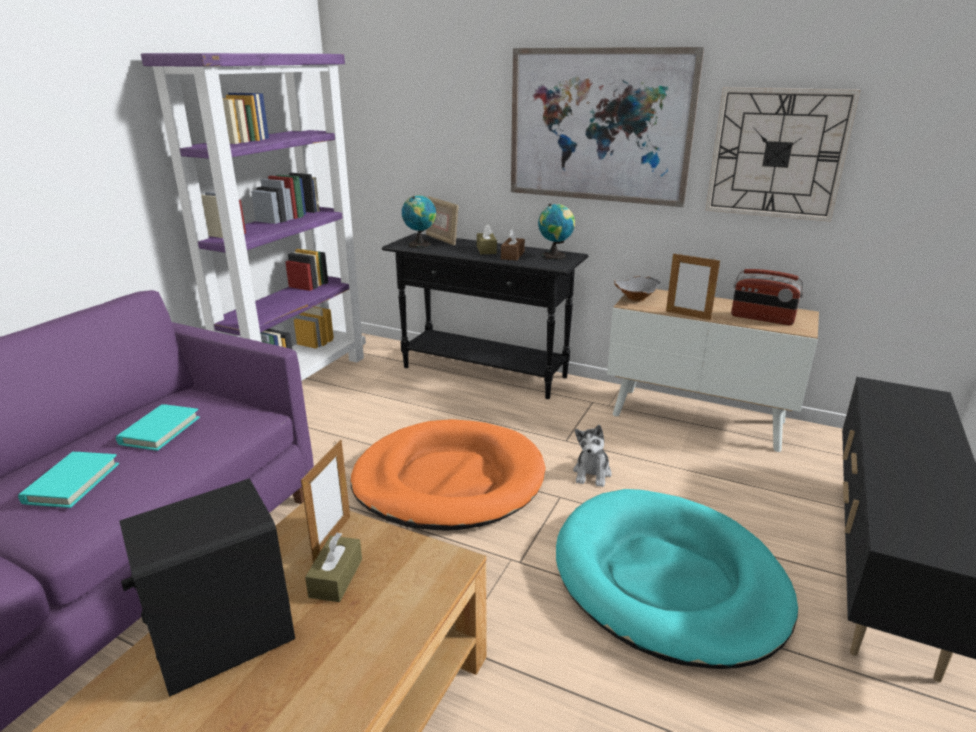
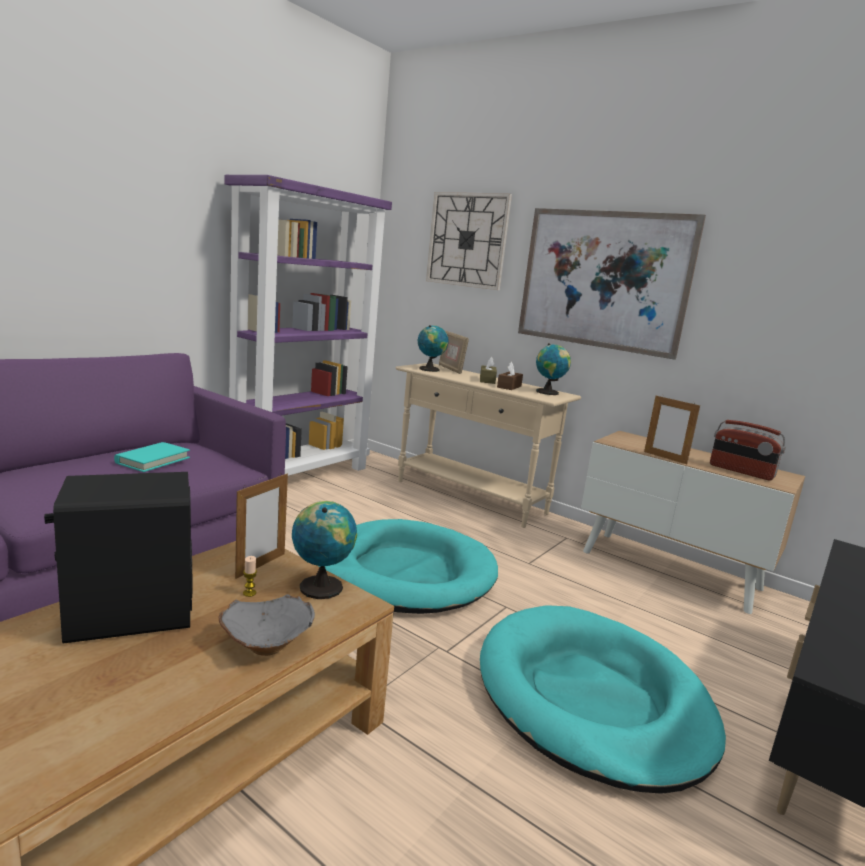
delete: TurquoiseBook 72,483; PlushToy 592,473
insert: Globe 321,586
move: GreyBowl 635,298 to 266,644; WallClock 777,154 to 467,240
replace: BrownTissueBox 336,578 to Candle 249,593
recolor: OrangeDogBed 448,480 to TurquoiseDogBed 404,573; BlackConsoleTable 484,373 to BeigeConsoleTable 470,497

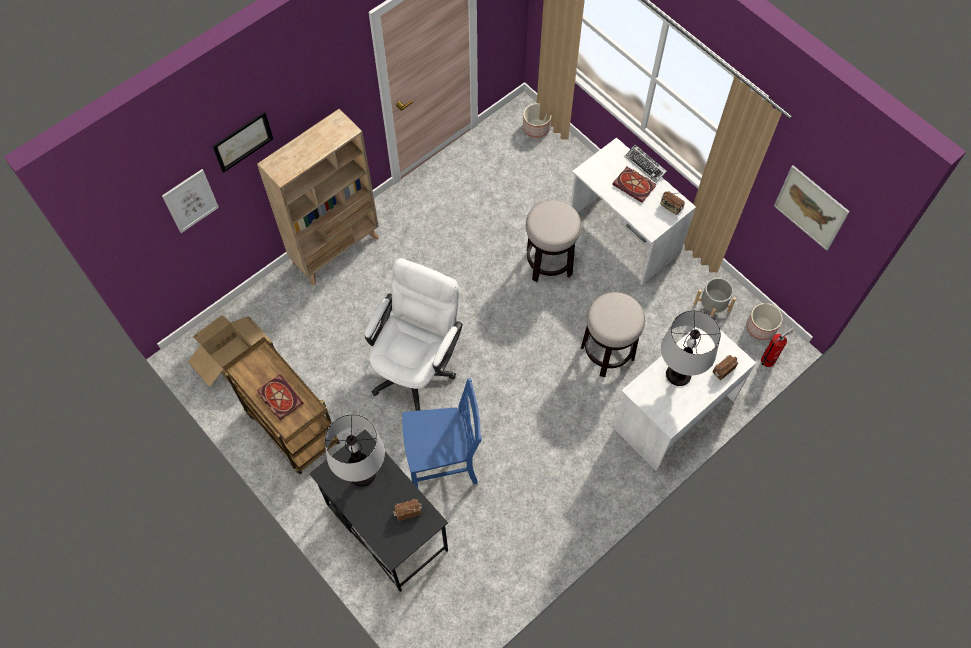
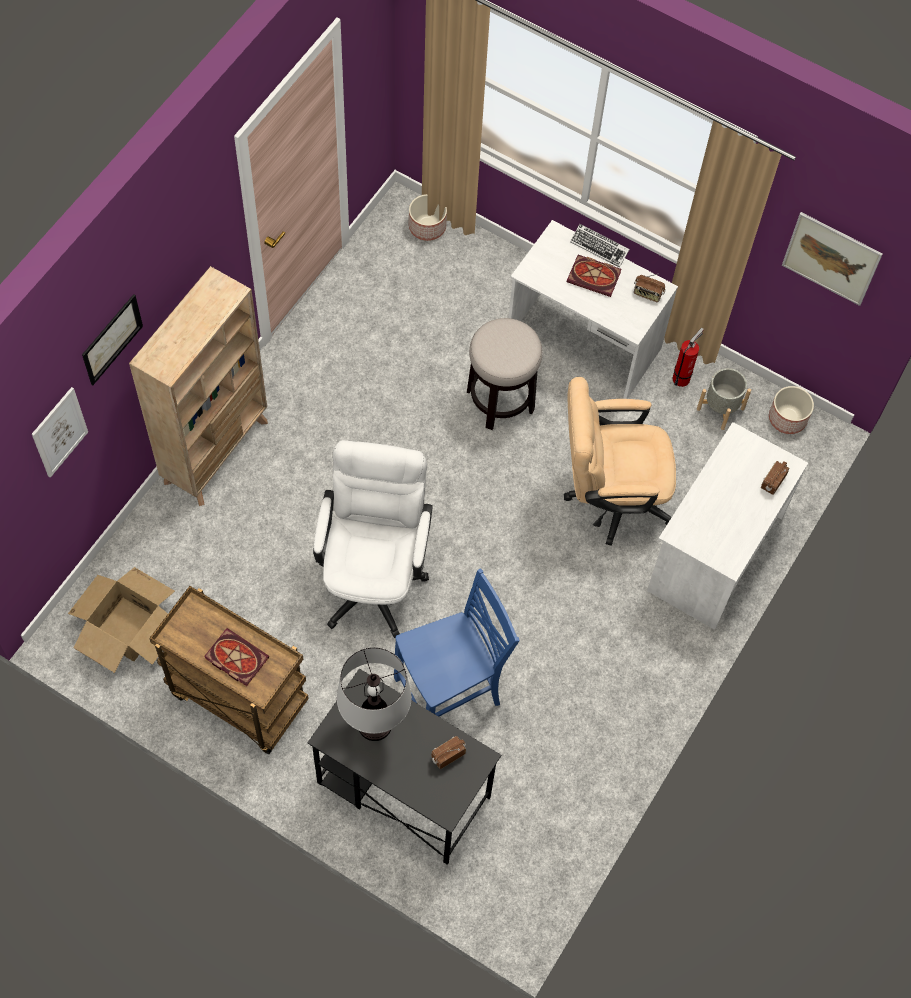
delete: TableLamp 678,374
move: FireExtinguisher 769,359 to 682,377
replace: Stool 607,352 to BeigeOfficeChair 609,497

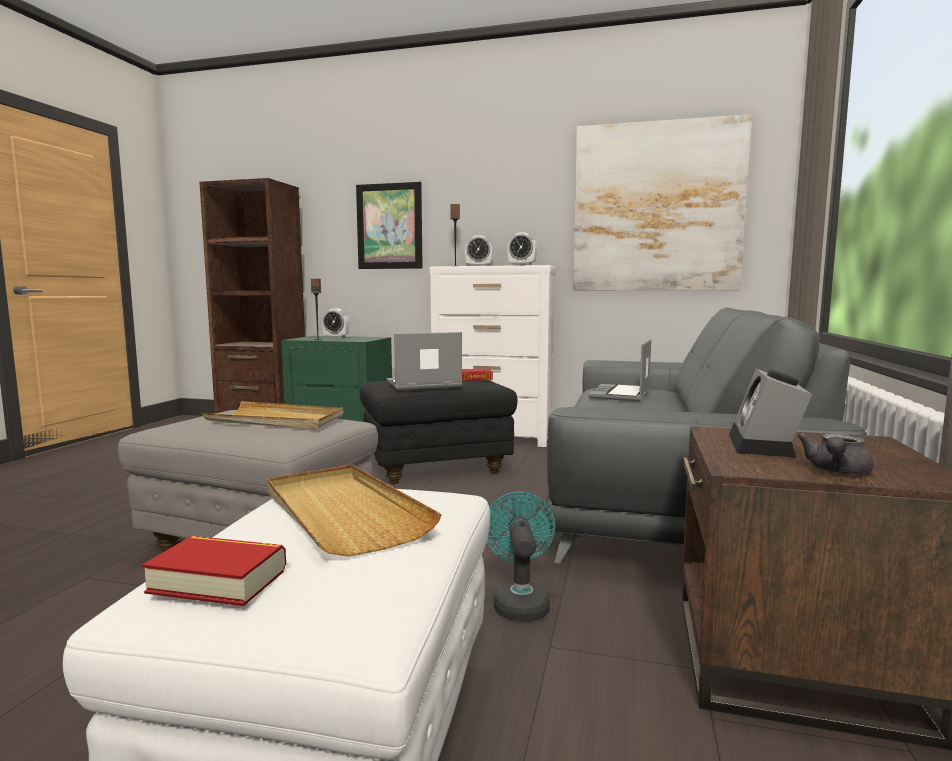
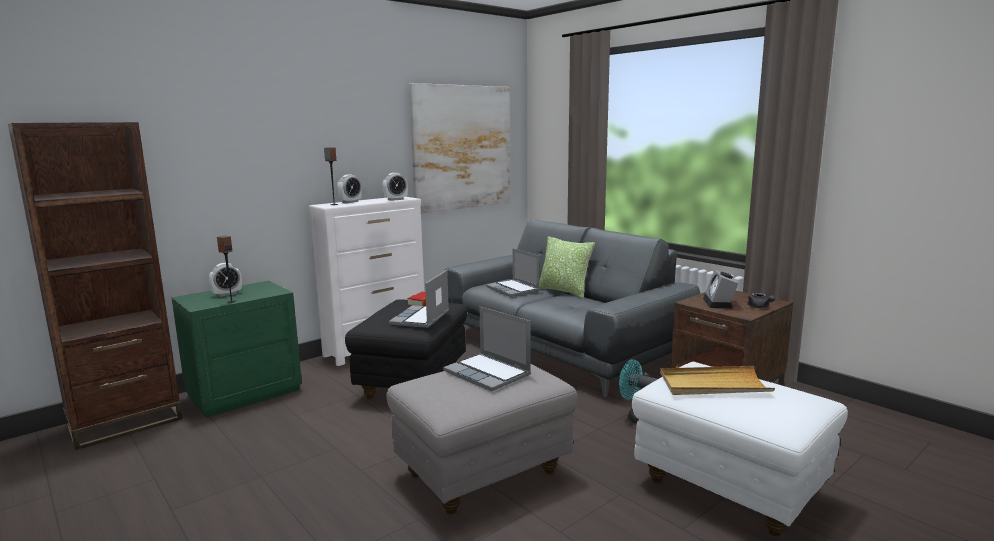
delete: Book 218,581; Picture 389,226
insert: Pillow 564,291
replace: BeigeTray 277,420 to Laptop 488,373
rotate: AlarmClock 765,446 = 719,303 45 degrees clockwise

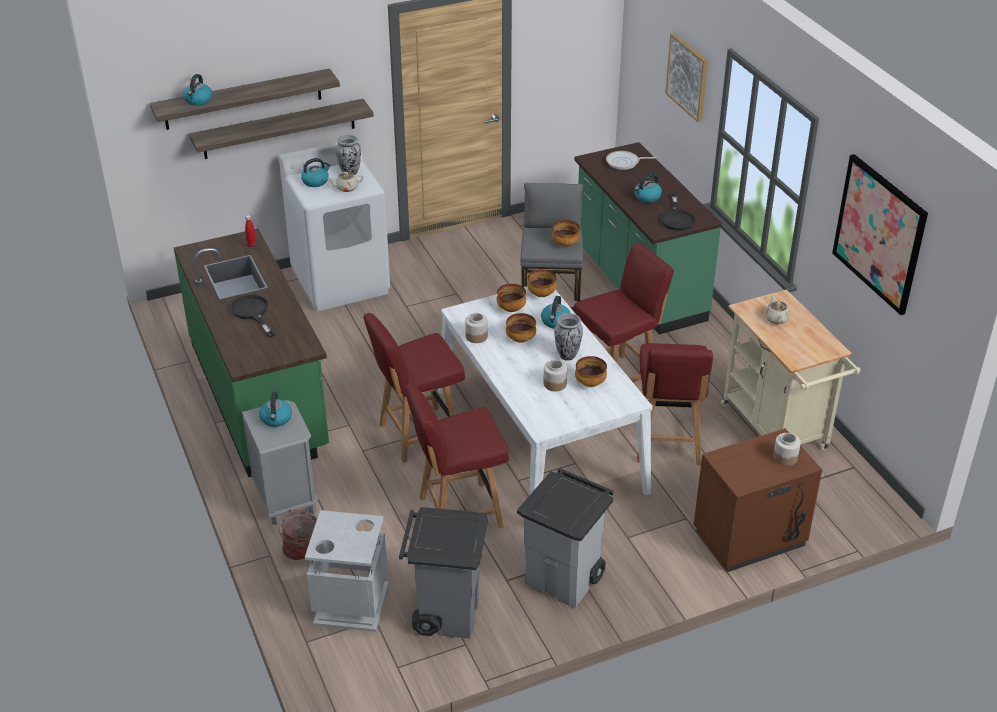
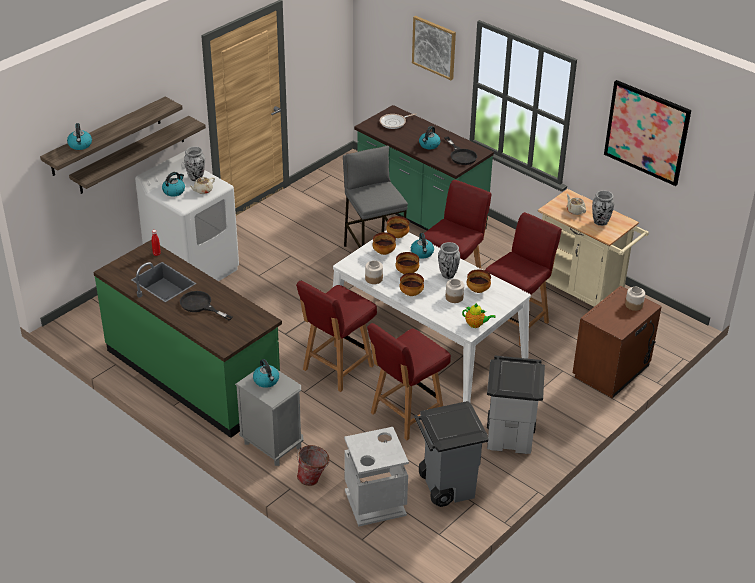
insert: Teapot 476,324; Vase 600,222
move: Bowl 565,244 to 411,293
rotate: RedChair 667,444 = 516,323 120 degrees counterclockwise

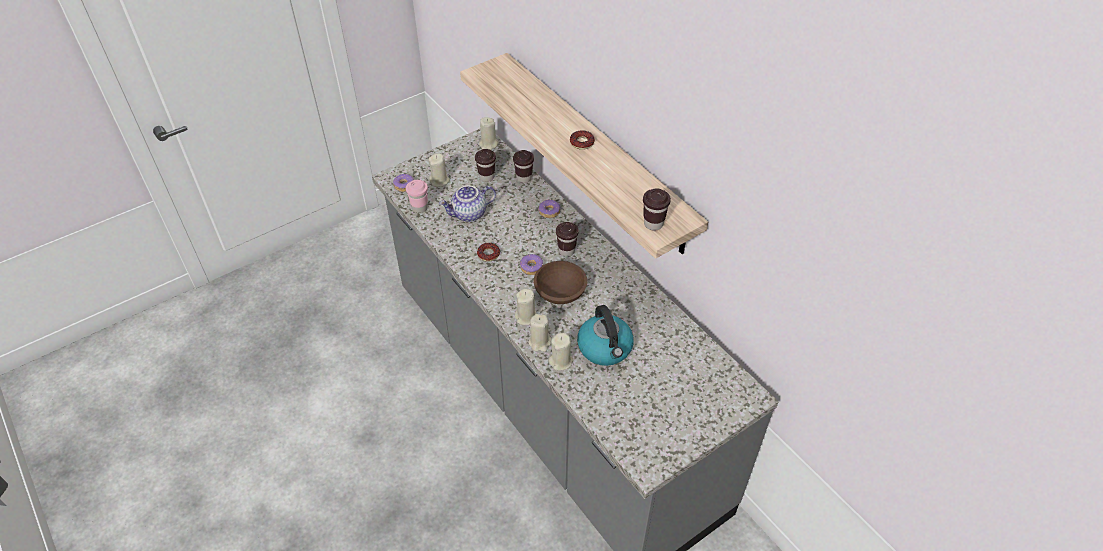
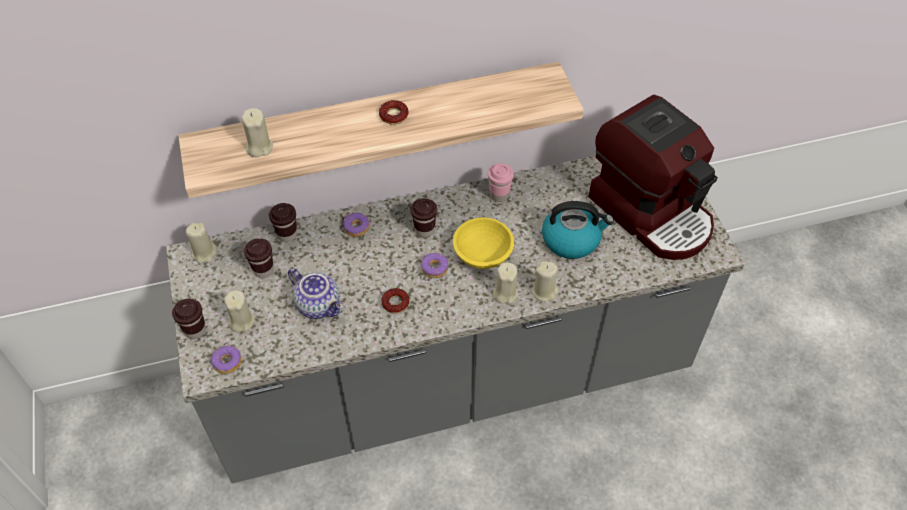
insert: CoffeeMachine 652,212
move: BrownCup 653,224 to 195,331; BeigeCandle 561,361 to 259,147; PinkCup 419,208 to 499,195
recolor: BrownBowl 560,292 to YellowBowl 481,253
rotate: Teapot 469,214 = 319,305 45 degrees counterclockwise

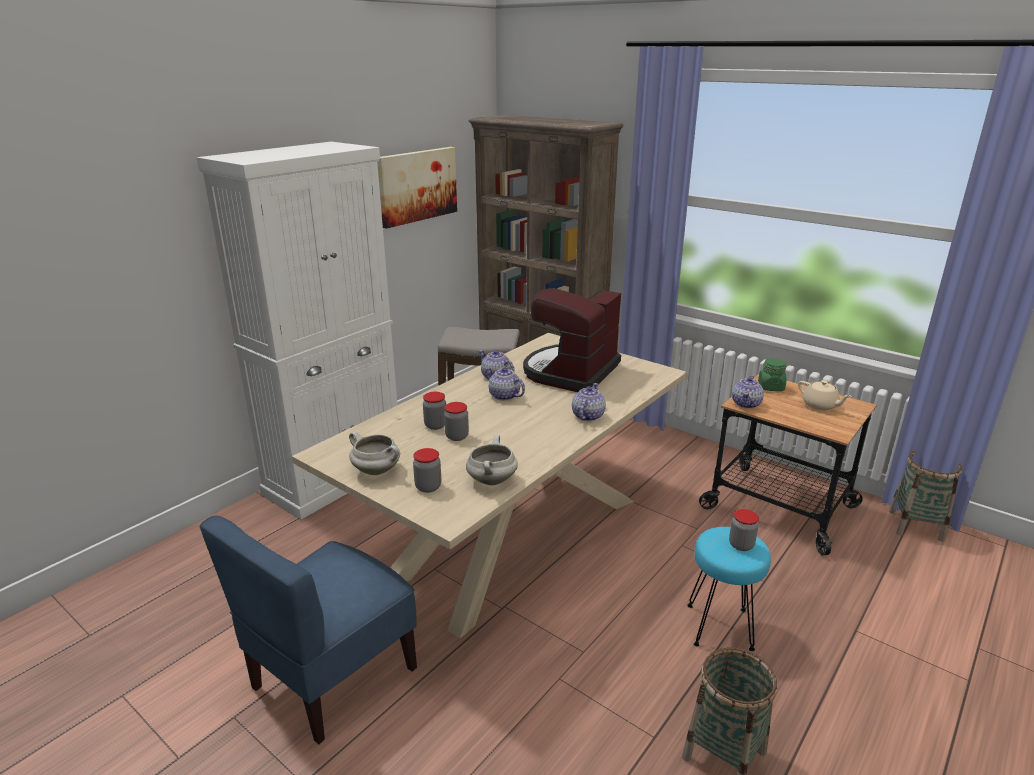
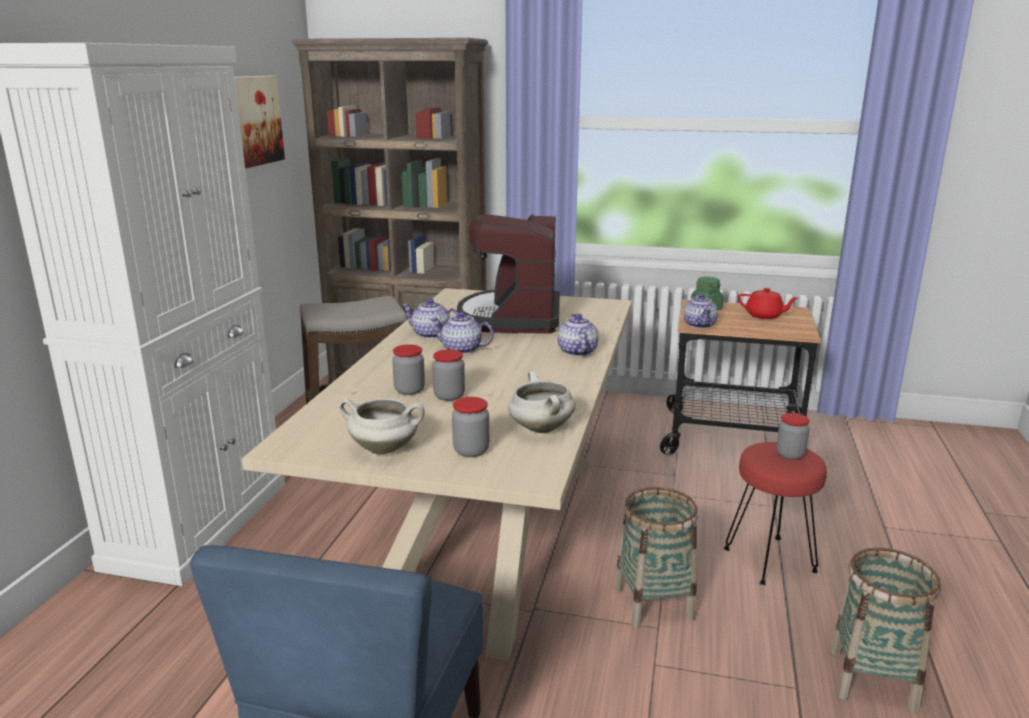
move: Basket 915,525 to 653,603
recolor: TurquoiseStool 720,626 to RedStool 769,559; BeigeTeapot 820,405 to RedTeapot 764,316

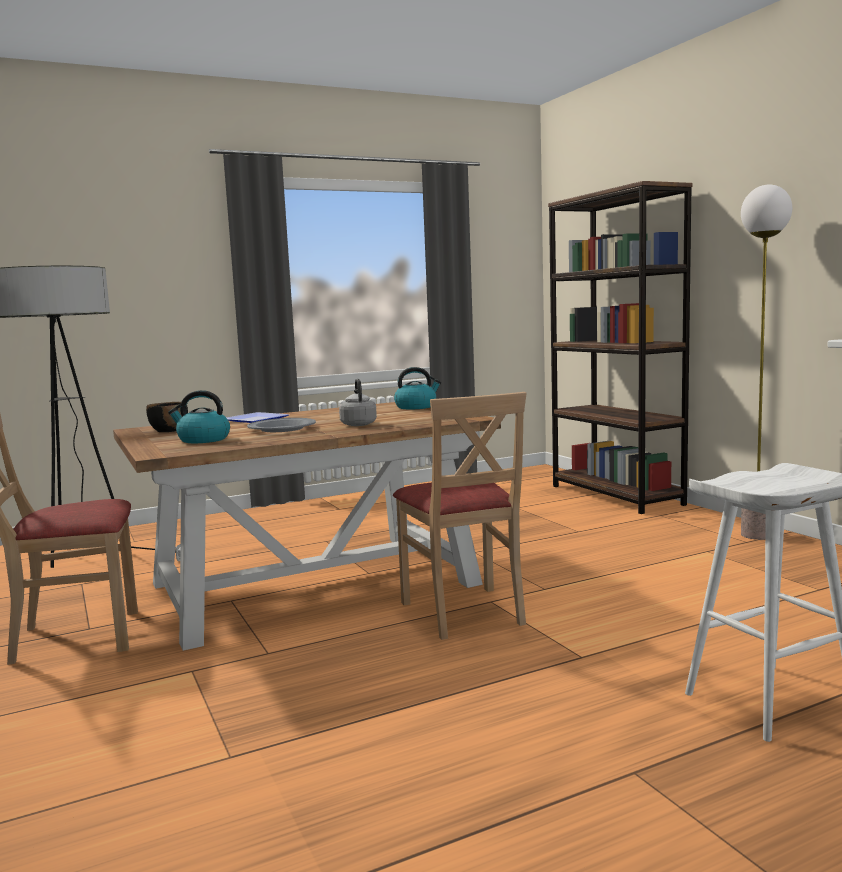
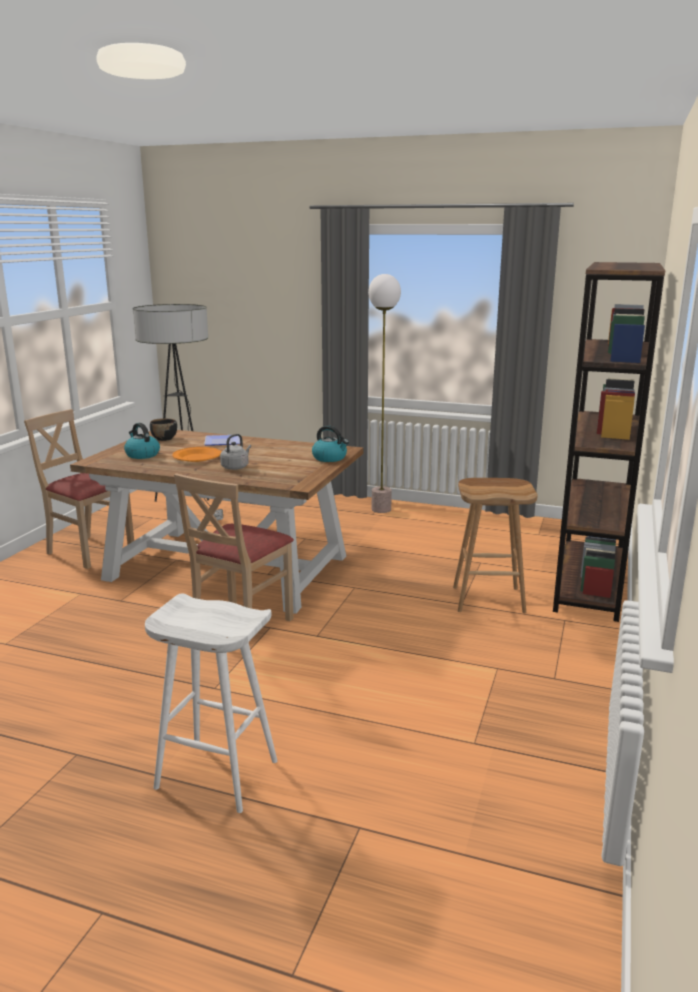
insert: BrownStool 489,599
move: FloorLamp 756,535 to 381,509
recolor: GreyPlate 281,429 to OrangePlate 197,457

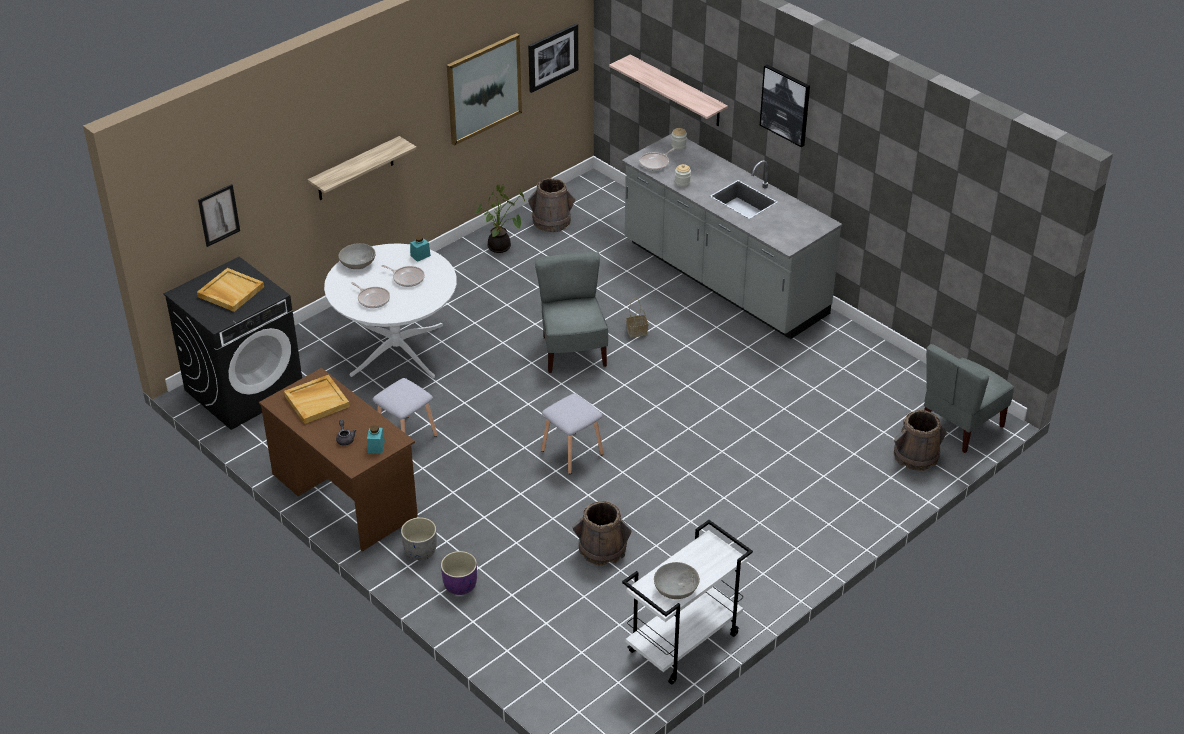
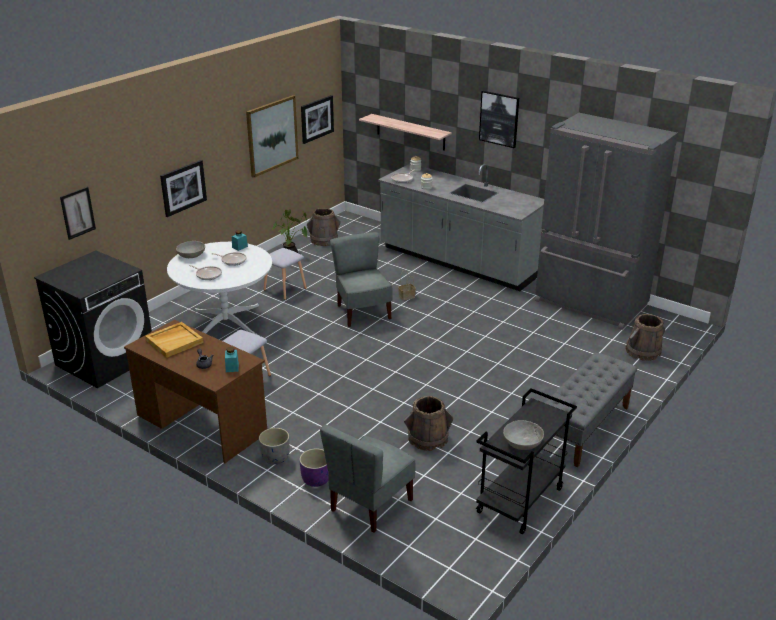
delete: BeigeTray 230,292
insert: GreyFridge 590,304; GreyBench 584,428
move: GreyStool 573,452 to 285,289; GreyChair 960,426 to 370,505
replace: Shelf 355,169 to Picture 183,187
recolor: WhiteCart 683,644 to BlackCart 520,501

